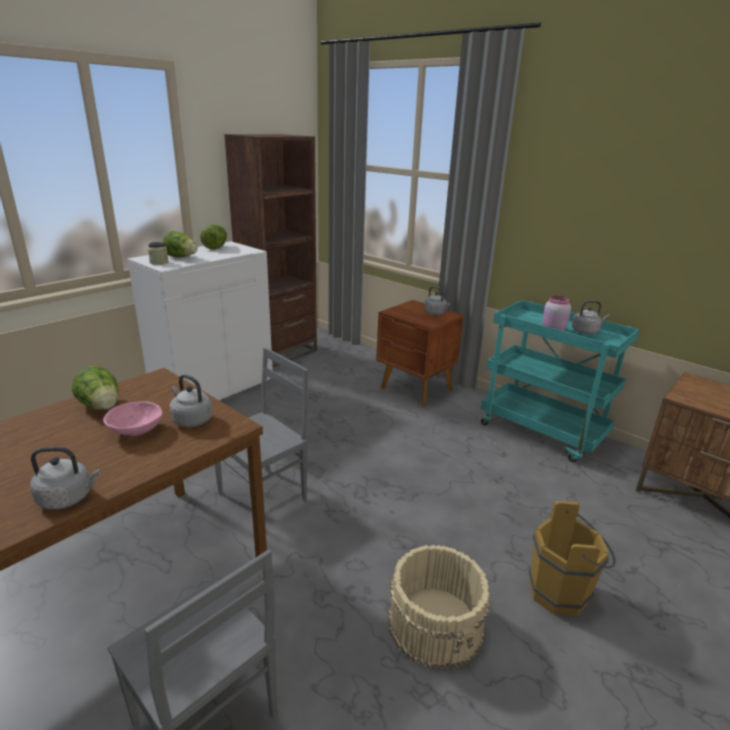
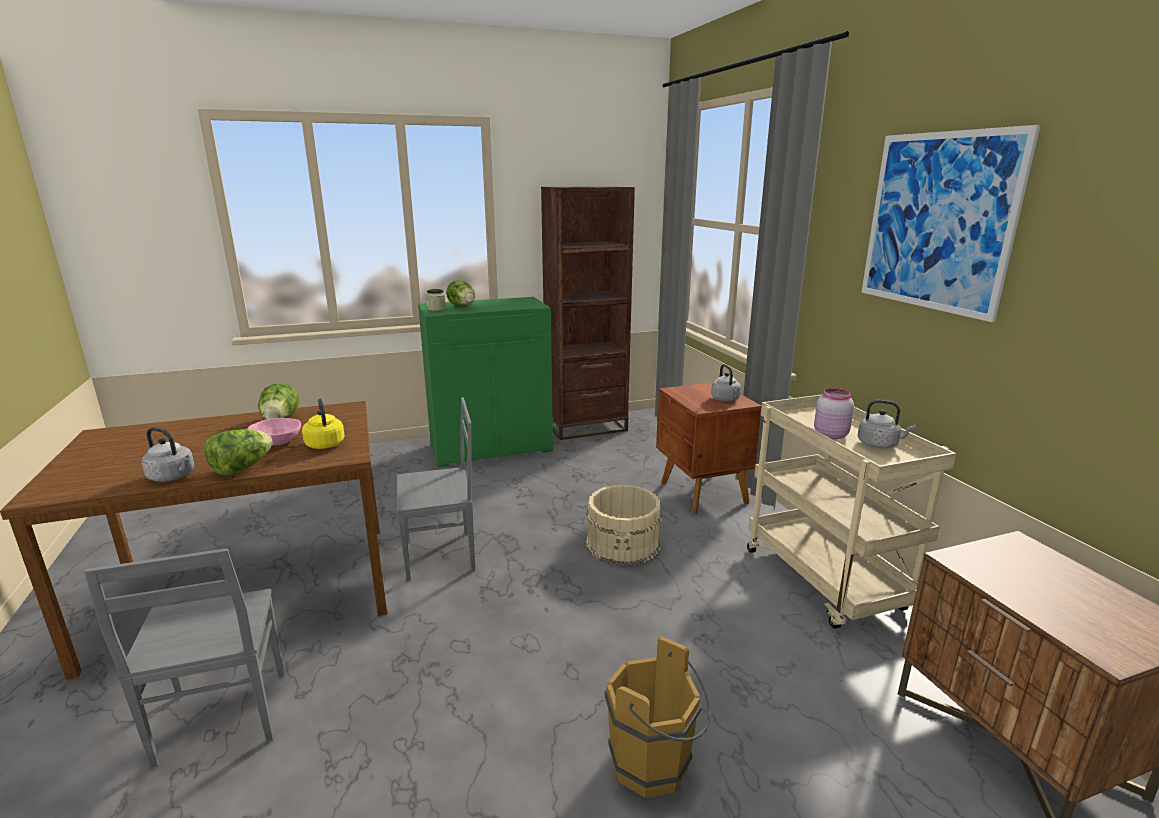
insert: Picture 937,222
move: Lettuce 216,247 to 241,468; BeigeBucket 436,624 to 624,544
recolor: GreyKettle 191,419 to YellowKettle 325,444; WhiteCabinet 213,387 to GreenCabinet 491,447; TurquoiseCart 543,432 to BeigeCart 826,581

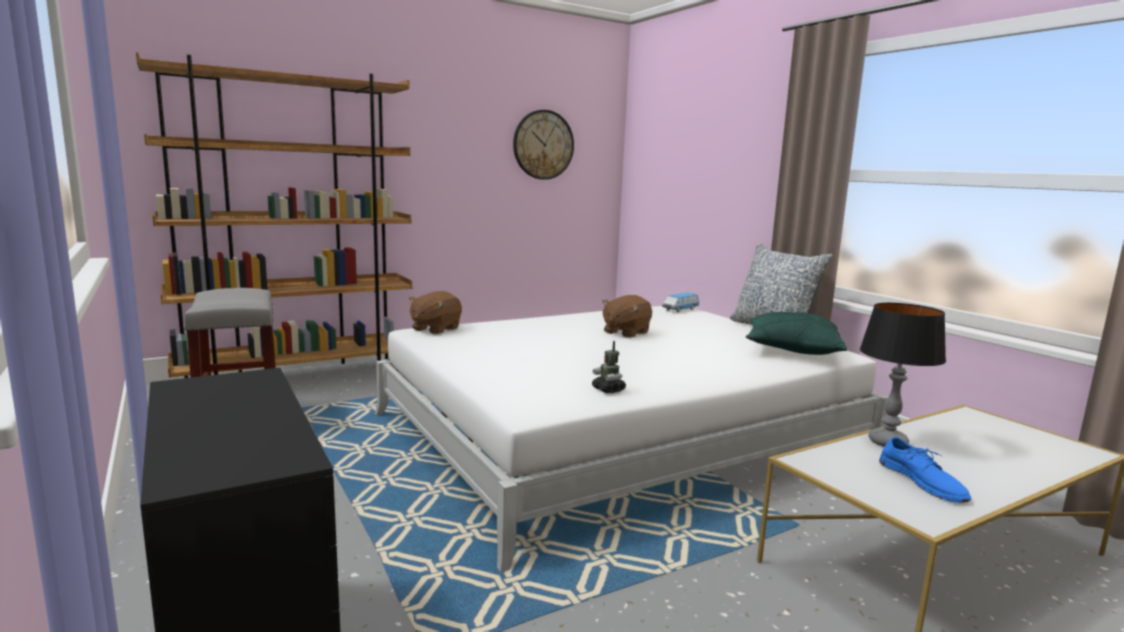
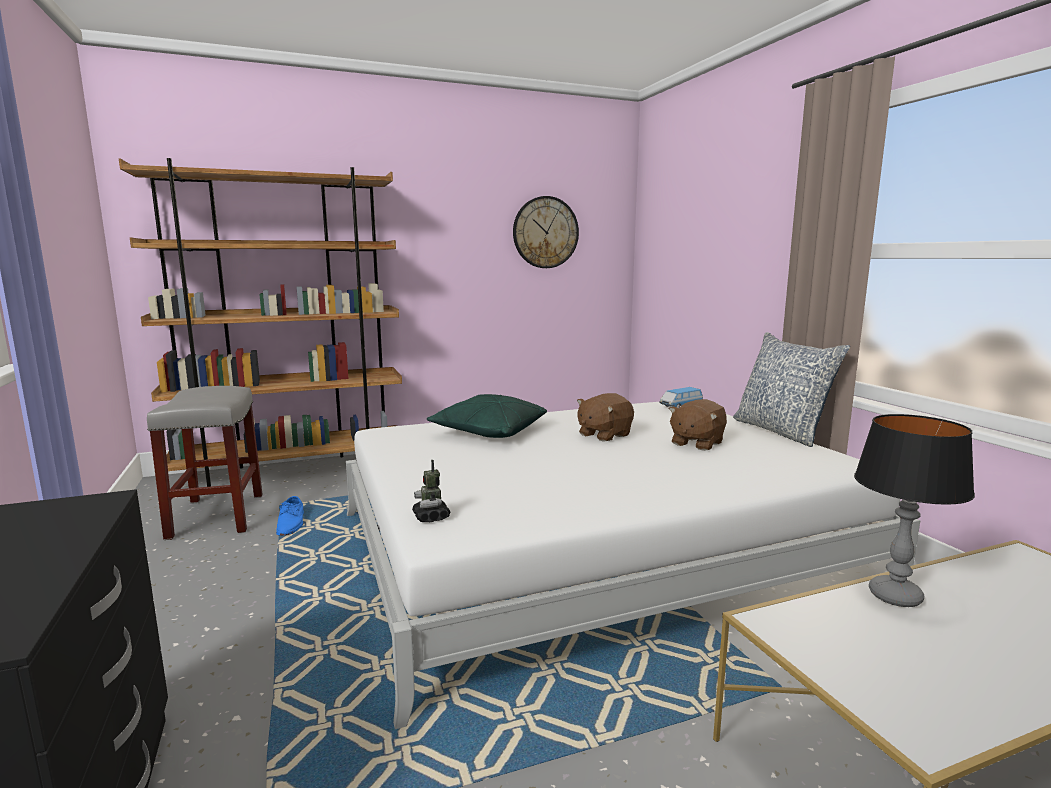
move: BlueShoe 922,481 to 291,523; ToyRobot 608,389 to 431,517; GreenPillow 791,349 to 488,432; BrownPlushToy 435,329 to 696,443

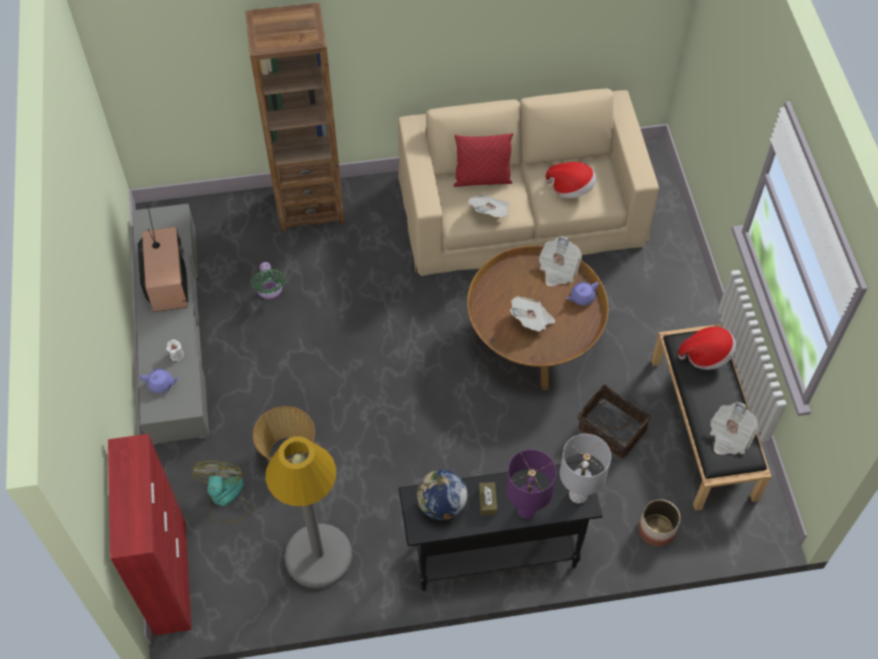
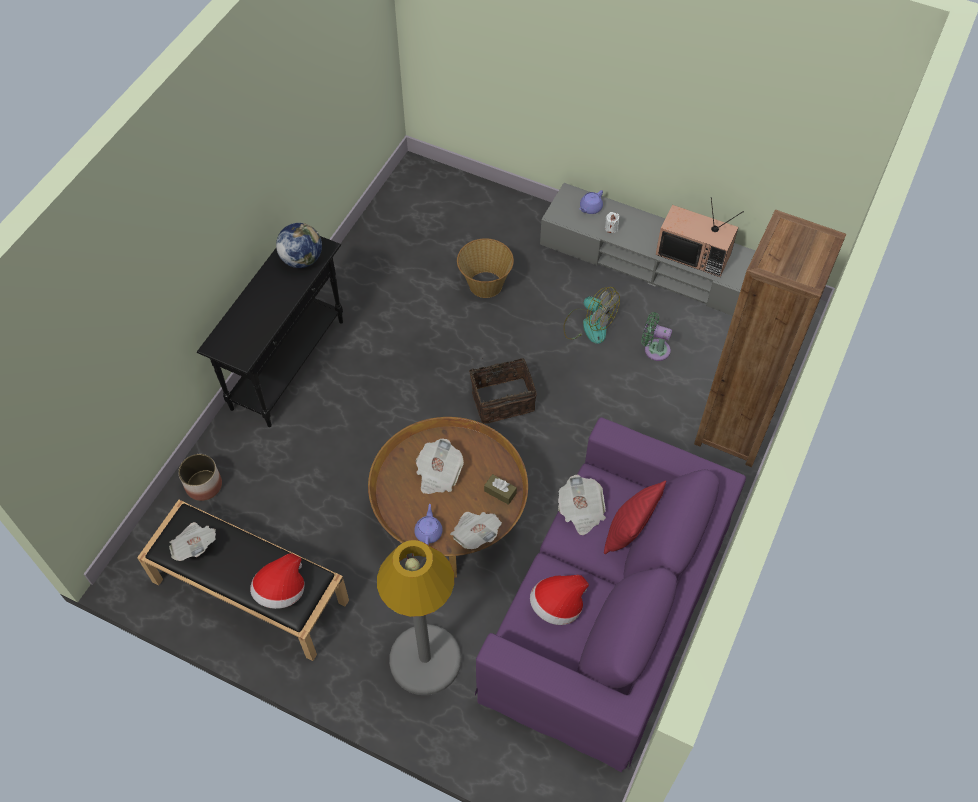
delete: RedCabinet 170,576; PurpleTableLamp 526,510; GreyTableLamp 578,495
move: GreyFloorLamp 318,556 to 425,659; Basket 610,431 to 502,399; BrownTissueBox 487,501 to 500,492; Fan 225,499 to 588,325
recolor: BeigeSofa 521,209 to PurpleSofa 607,609

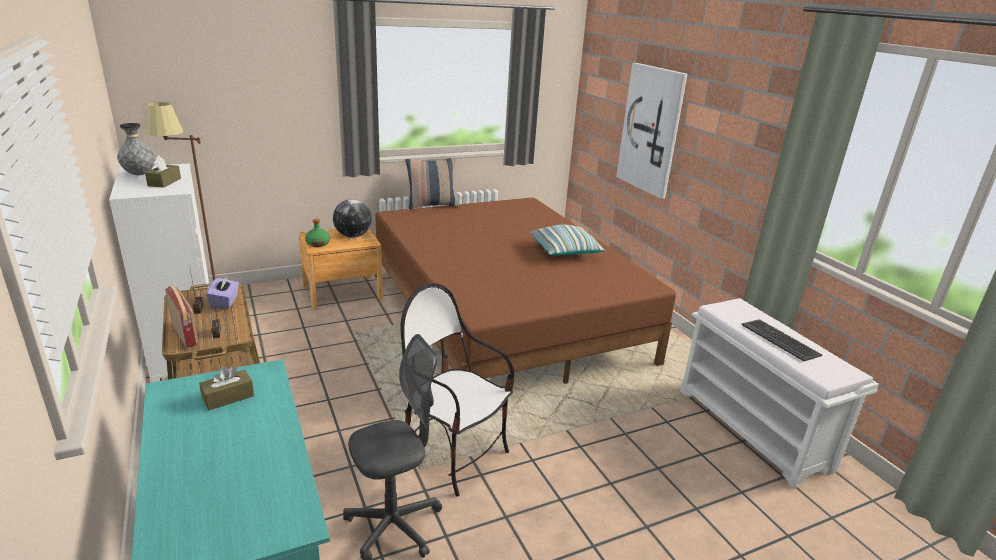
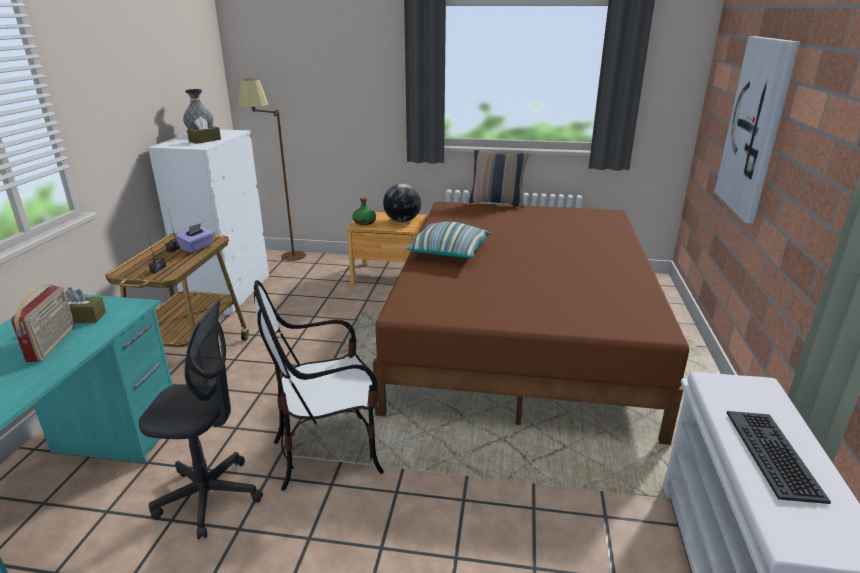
move: Radio 185,333 to 53,344; Pillow 565,252 to 448,253
rotate: Chair 453,454 = 328,453 90 degrees counterclockwise

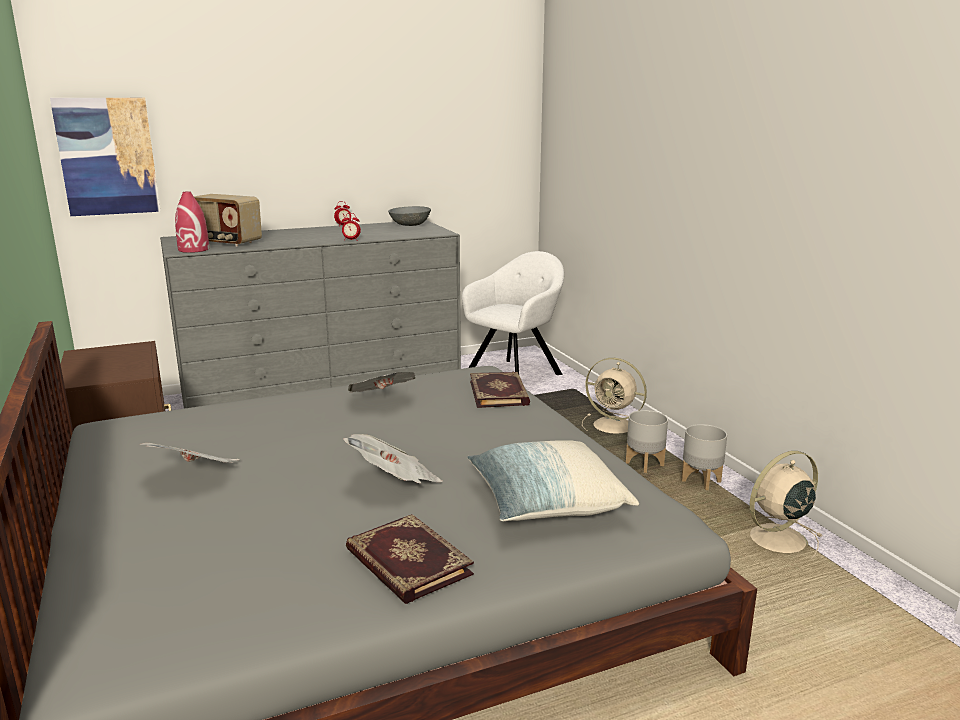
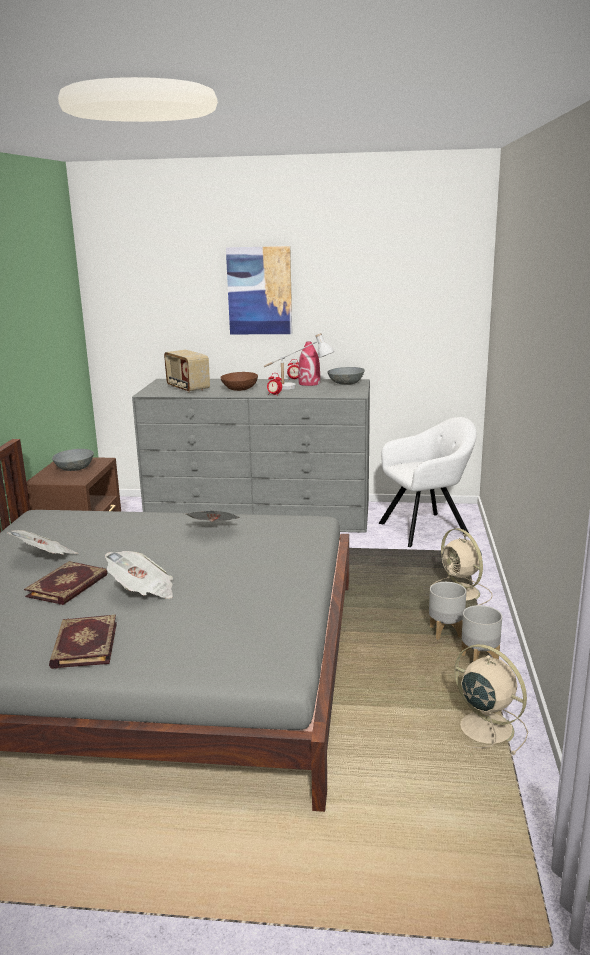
delete: Pillow 546,502
insert: GreyBowl 74,468; BrownBowl 239,389; WhiteTableLamp 298,388
move: Book 500,393 to 68,586; Picture 107,156 to 259,291; RedVase 194,249 to 309,383
rotate: BeigeFan 775,540 = 483,727 45 degrees clockwise

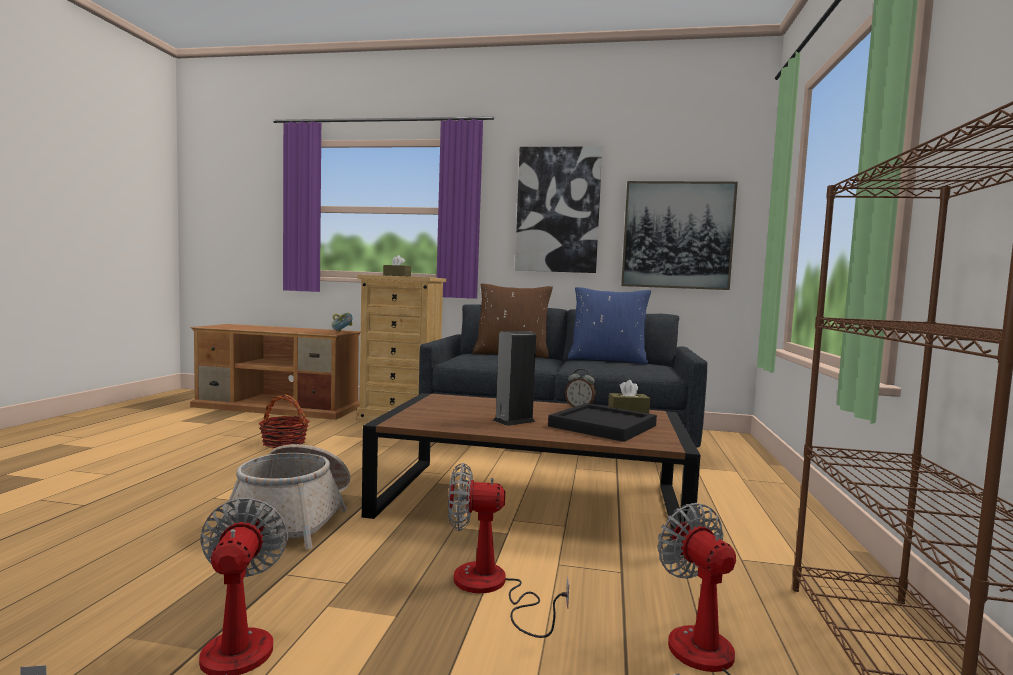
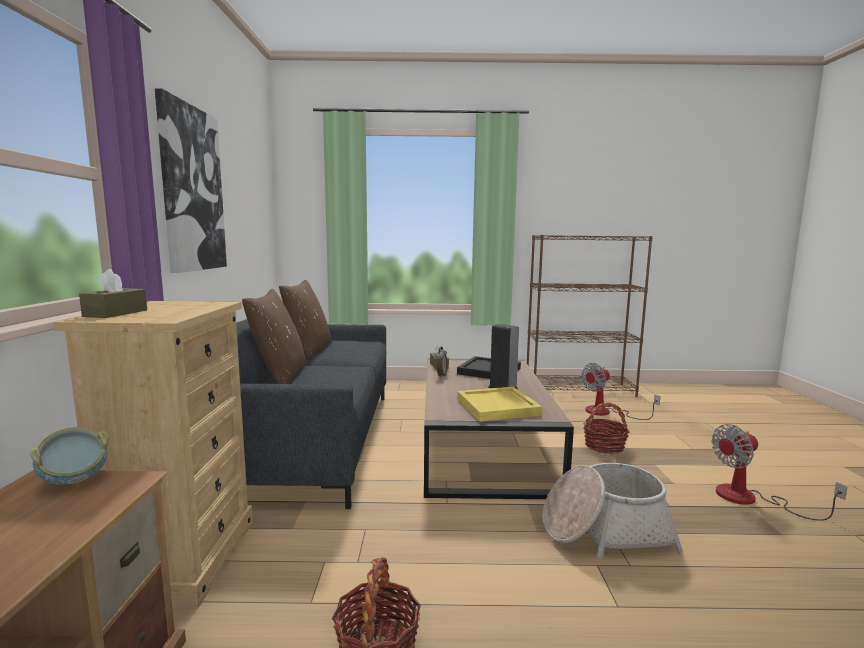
delete: Picture 677,235
insert: YellowTray 498,407
replace: Fan 491,588 to Basket 604,446
recolor: BluePillow 607,360 to BrownPillow 309,350

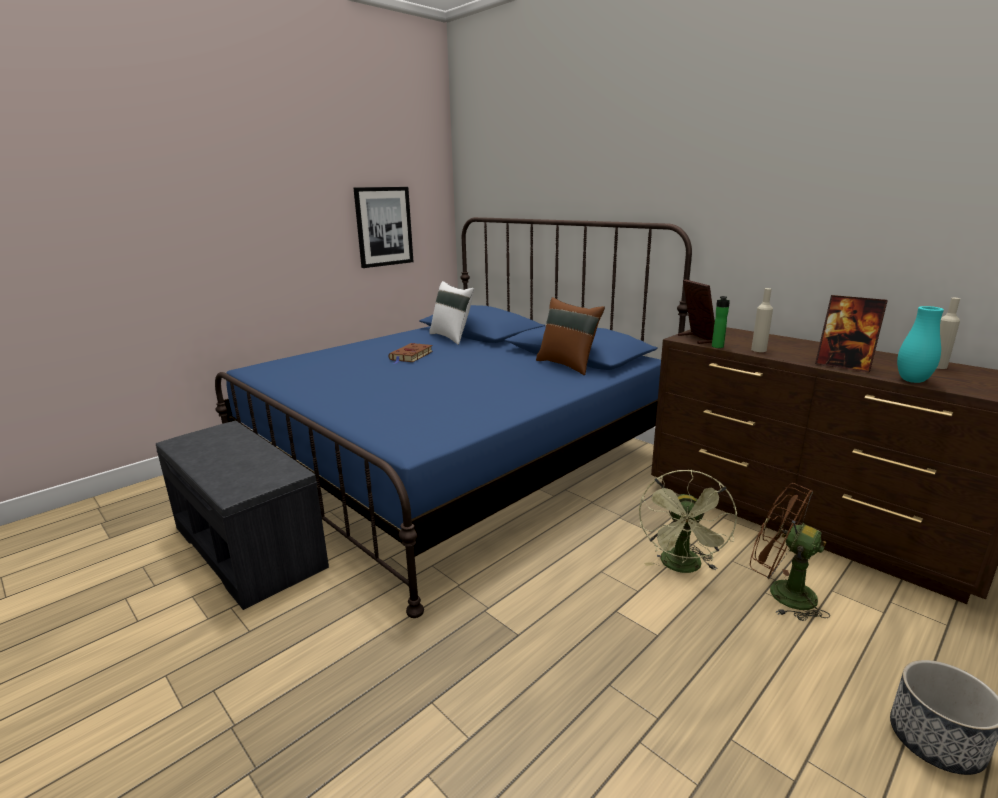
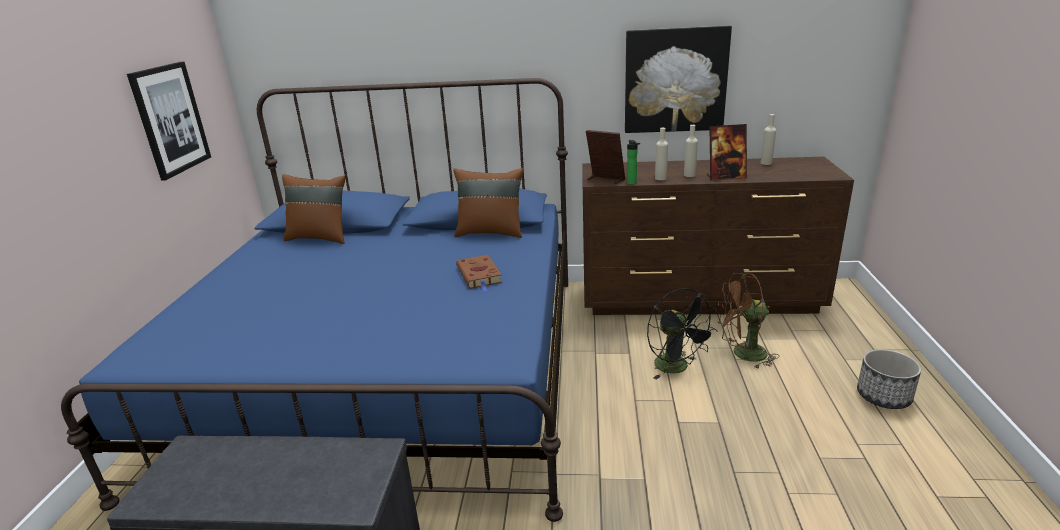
delete: TurquoiseVase 912,380
insert: Picture 675,80; BeigeBottle 689,175
move: BrownBook 411,356 to 479,276
recolor: WhitePillow 452,337 to BrownPillow 320,237; GreenFan 682,567 to BlackFan 677,368

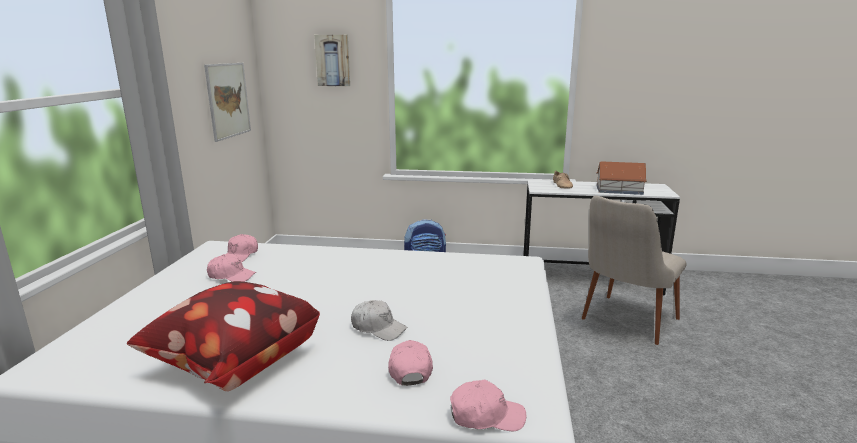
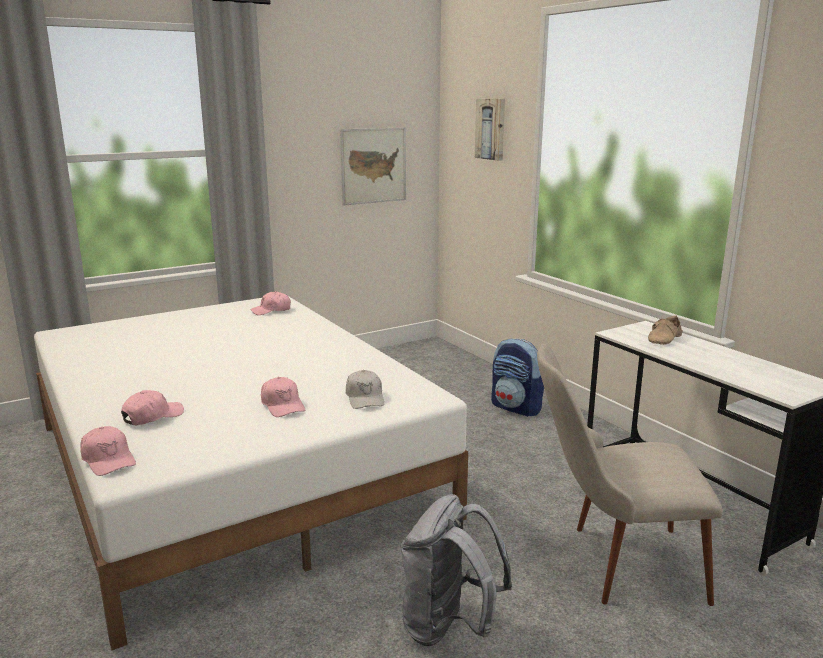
delete: Pillow 233,364; ToyHouse 619,190
insert: GreyBackpack 449,627
move: PinkCap 231,276 to 283,405; WhiteCap 378,328 to 365,398

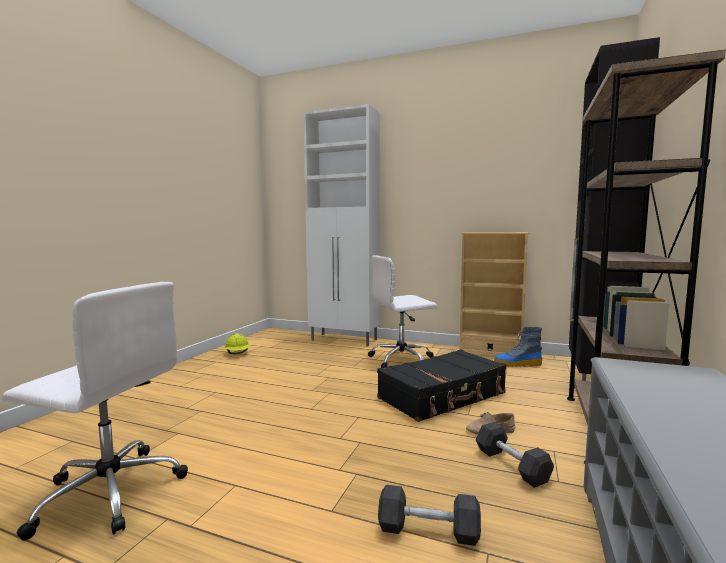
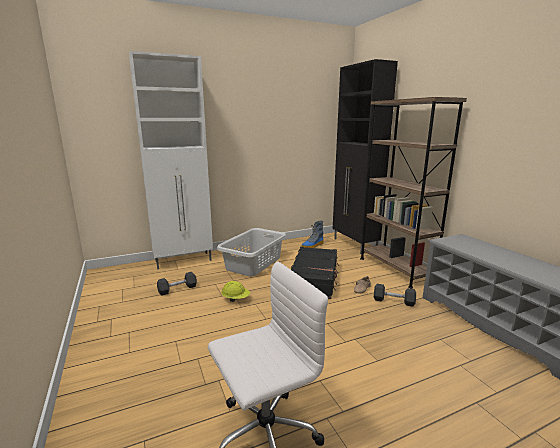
delete: BeigeBookcase 490,353
move: GreyDumbbell 428,530 to 177,289; YellowHardHat 238,353 to 236,299
replace: WhiteOfficeChair 402,360 to GreyLaundryBasket 253,263

